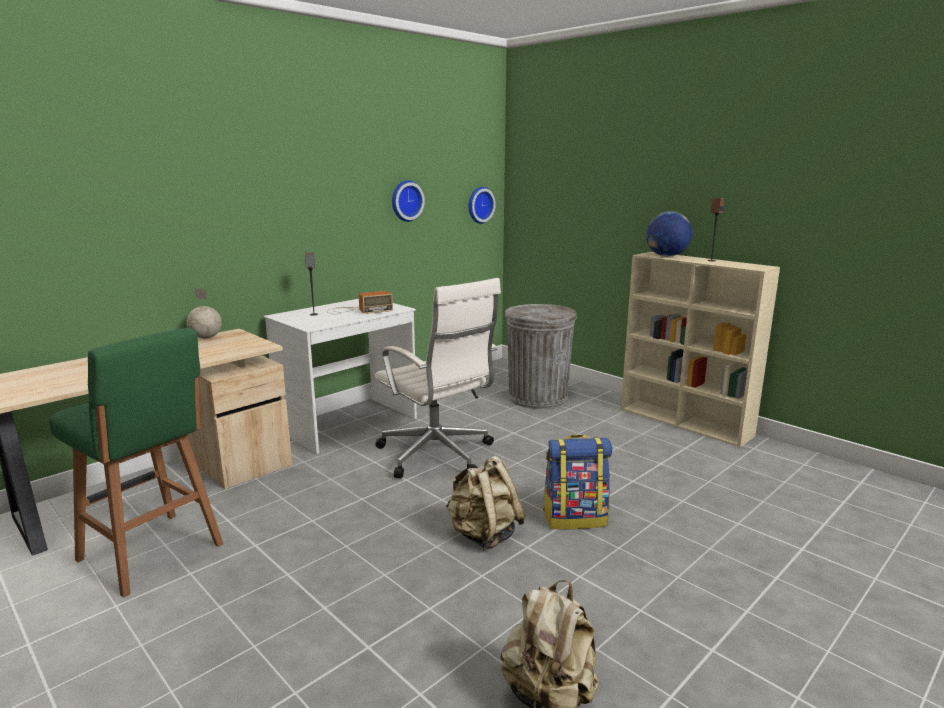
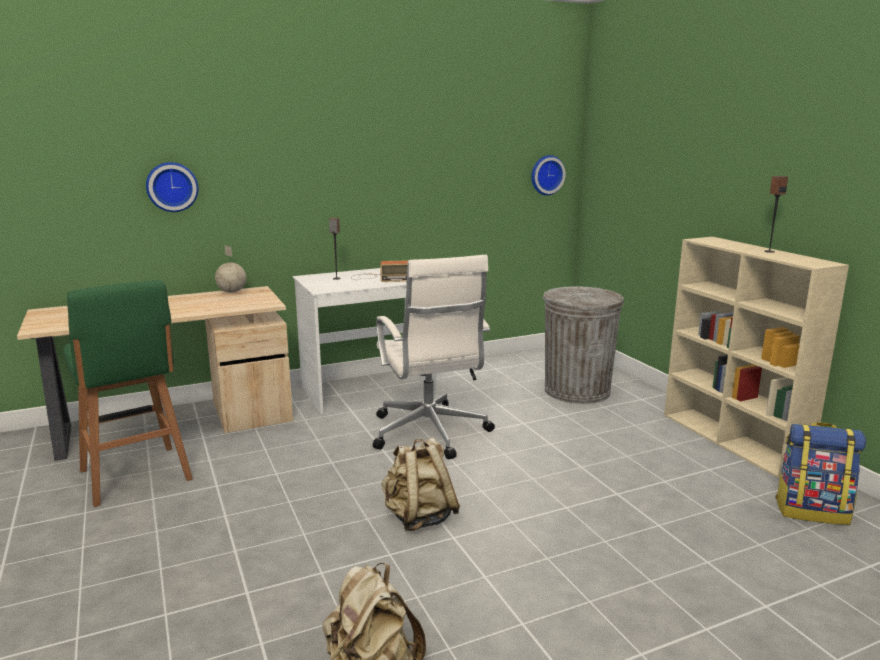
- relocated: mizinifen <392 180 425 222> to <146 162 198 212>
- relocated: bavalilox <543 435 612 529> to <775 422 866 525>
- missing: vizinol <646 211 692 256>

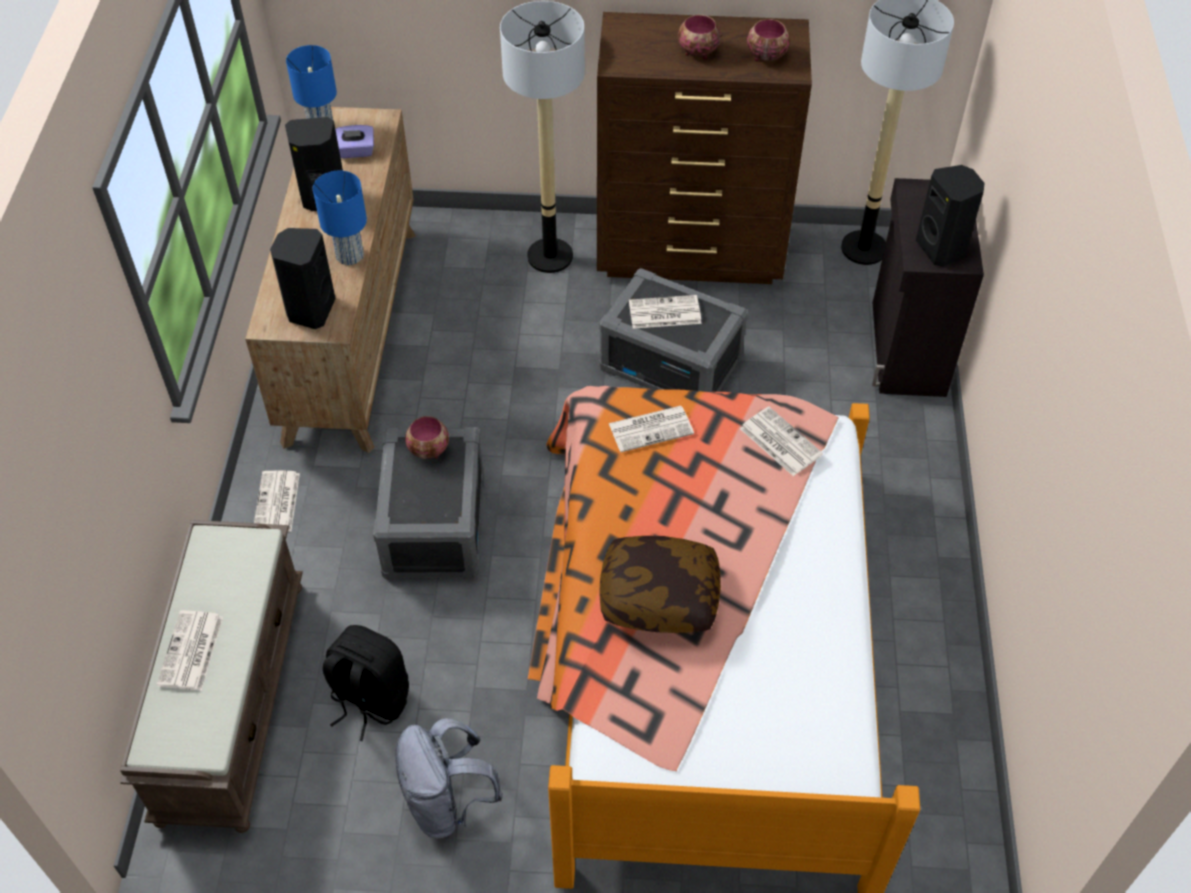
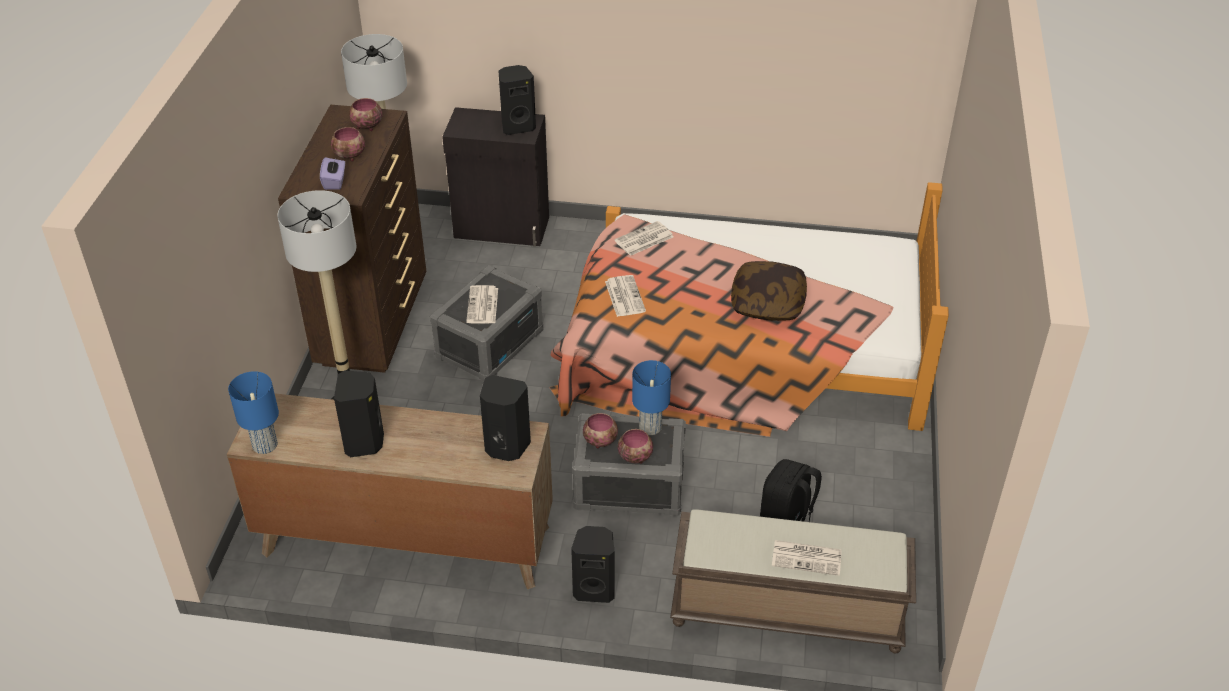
- exchanged: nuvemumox <254 470 300 532> to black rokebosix <571 526 614 603>
- relocated: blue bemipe <313 171 367 265> to <632 360 671 435>
- relocated: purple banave <335 125 374 158> to <320 157 345 190>
- missing: grey bavalilox <395 718 503 839>
- appeared: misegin <618 429 653 464>

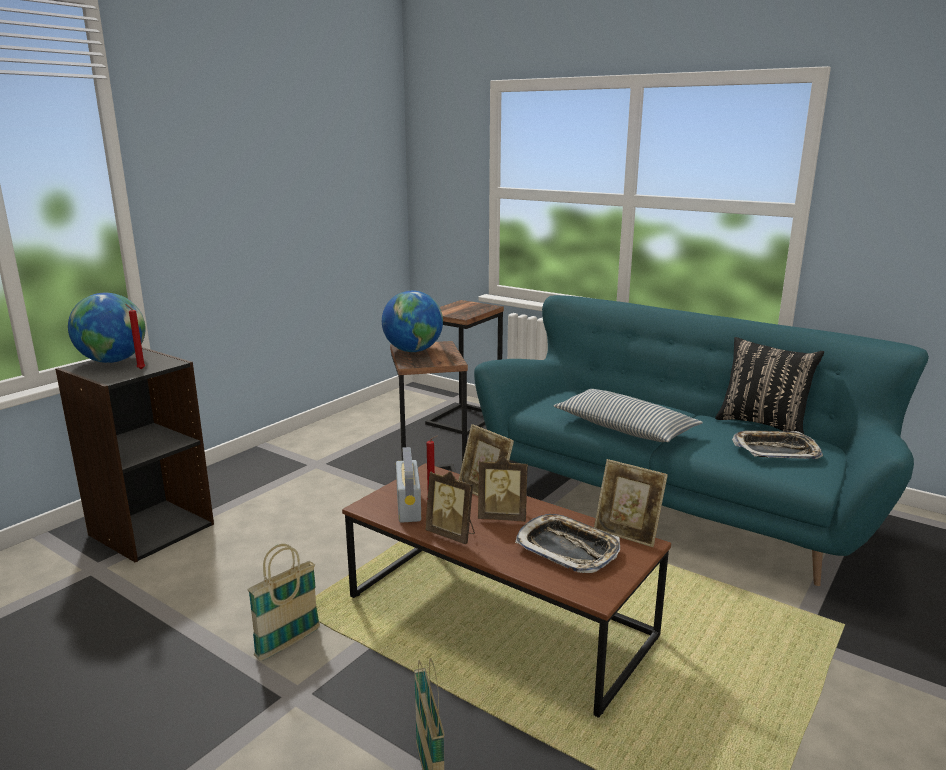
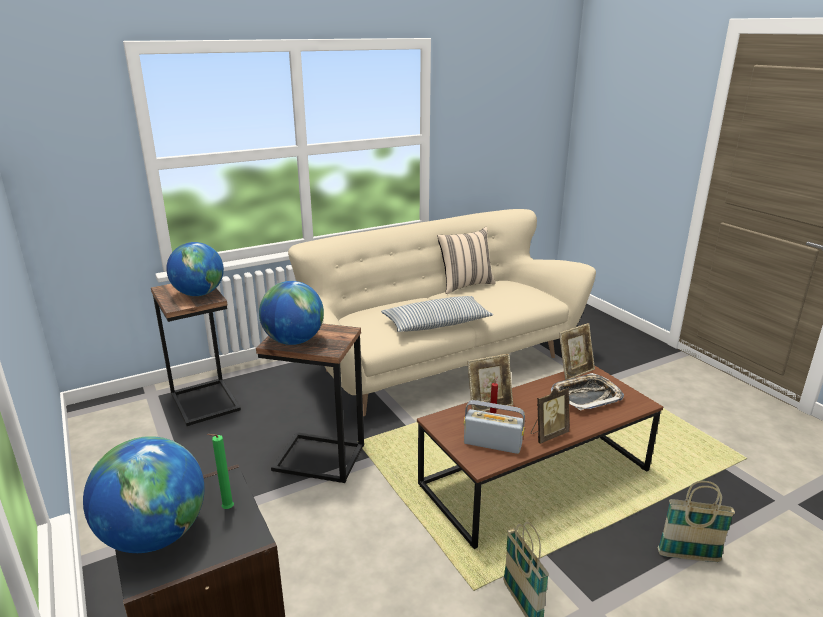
- colour: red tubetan <126 304 145 369> to green tubetan <207 434 234 509>
- colour: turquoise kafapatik <474 295 929 586> to beige kafapatik <288 209 596 416>
- missing: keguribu <478 456 528 521>
- colour: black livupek <715 337 824 434> to beige livupek <437 227 496 294>
- missing: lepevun <732 430 823 459>
- appeared: vizinol <166 242 224 296>

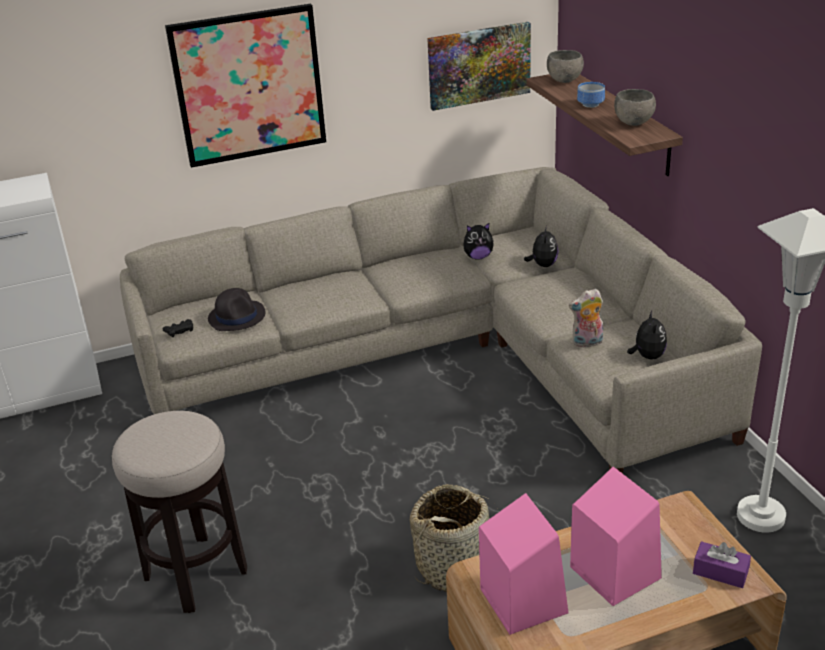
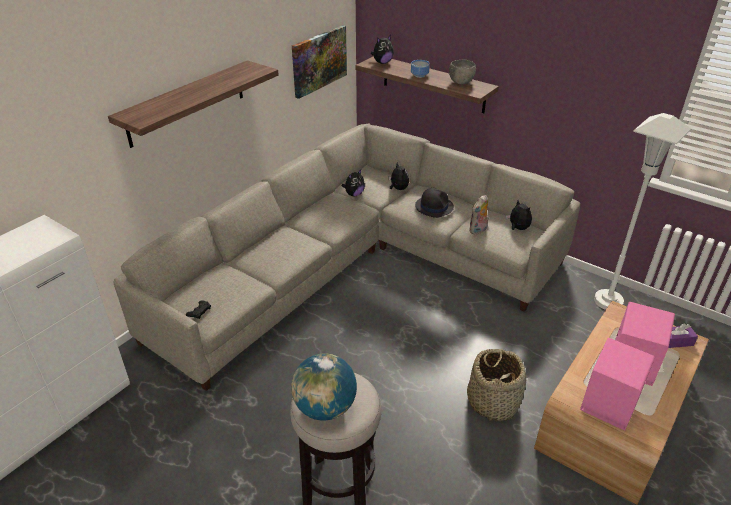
- exchanged: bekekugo <165 4 326 168> to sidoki <108 60 279 148>
- relocated: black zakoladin <208 288 266 331> to <415 188 454 218>
- exchanged: grey misegin <547 50 584 83> to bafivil <371 35 394 64>
- appeared: vizinol <291 353 357 420>

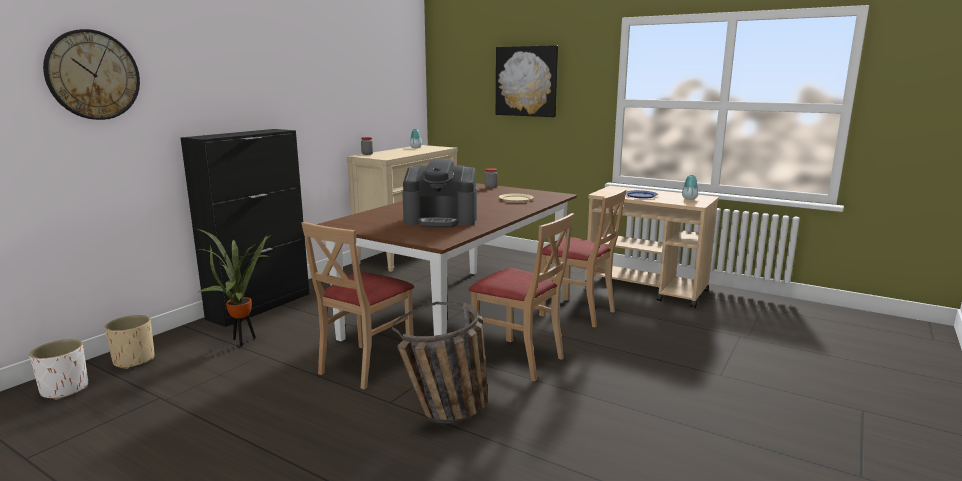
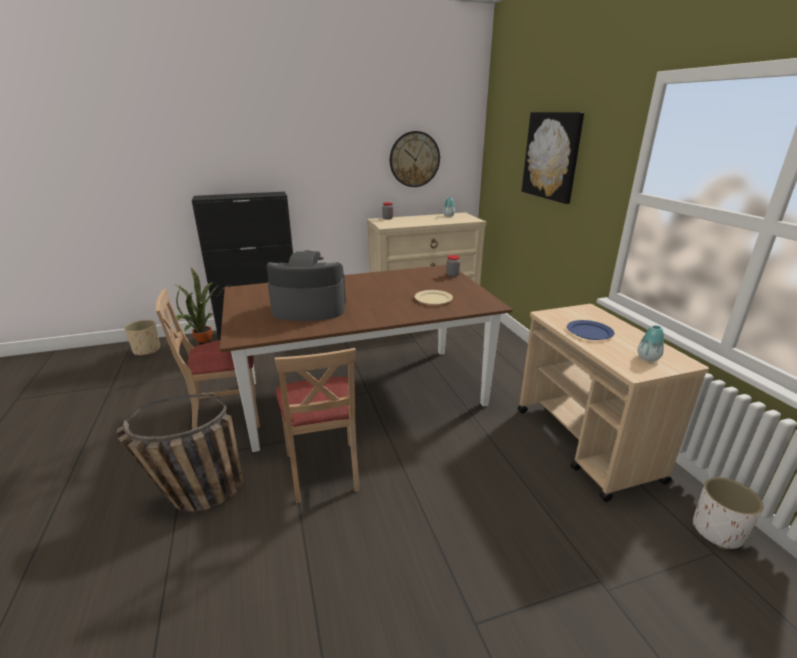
- relocated: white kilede <29 339 88 400> to <693 477 763 549>
- relocated: mizinifen <43 29 140 120> to <390 131 440 187>
- spun: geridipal <402 160 477 227> = <267 250 346 321> 135 degrees clockwise
- missing: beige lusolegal <539 189 627 328>

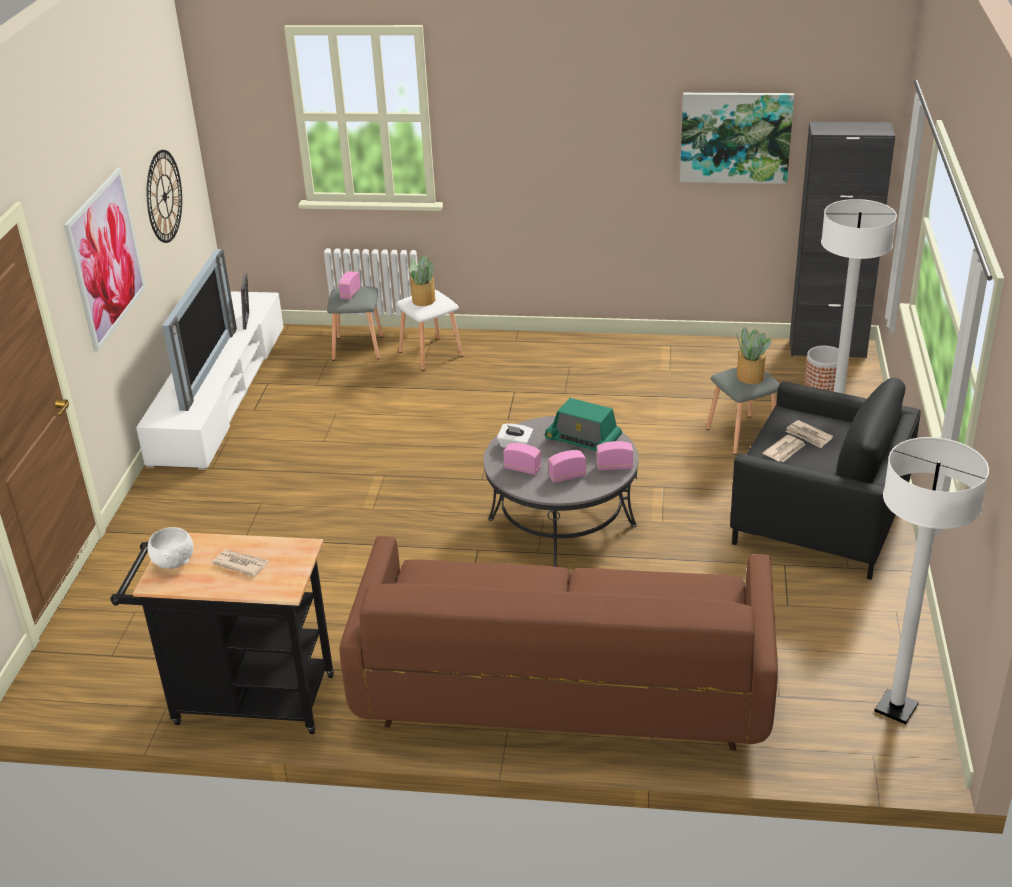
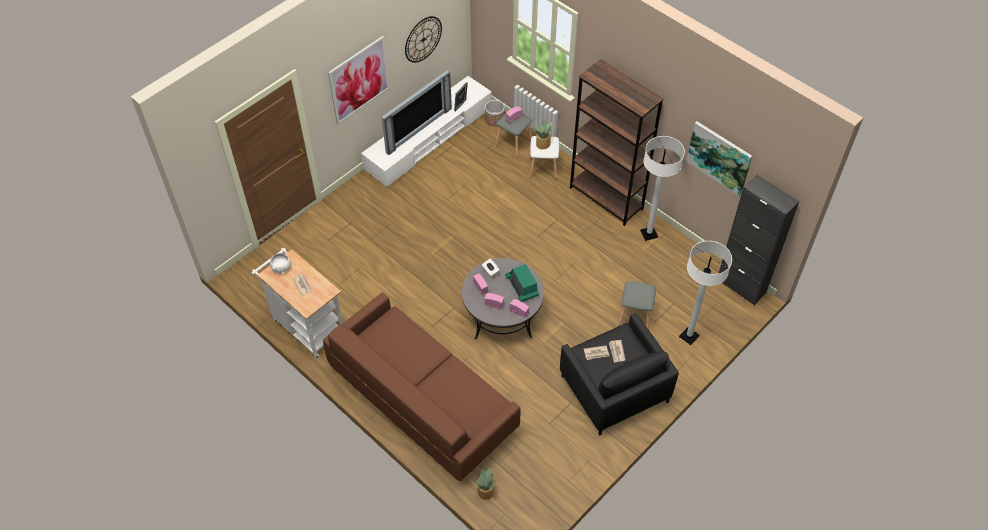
- colour: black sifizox <110 533 334 734> to white sifizox <252 248 343 359>
- relocated: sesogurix <736 327 772 384> to <476 468 494 500>
- relocated: kilede <805 346 839 392> to <485 100 505 126>
- relocated: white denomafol <874 437 989 724> to <640 136 685 241>
- appeared: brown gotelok <570 59 664 226>

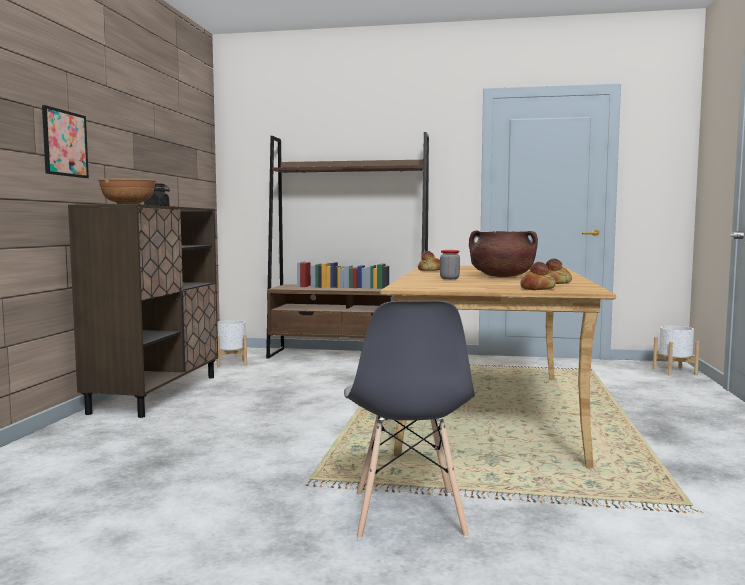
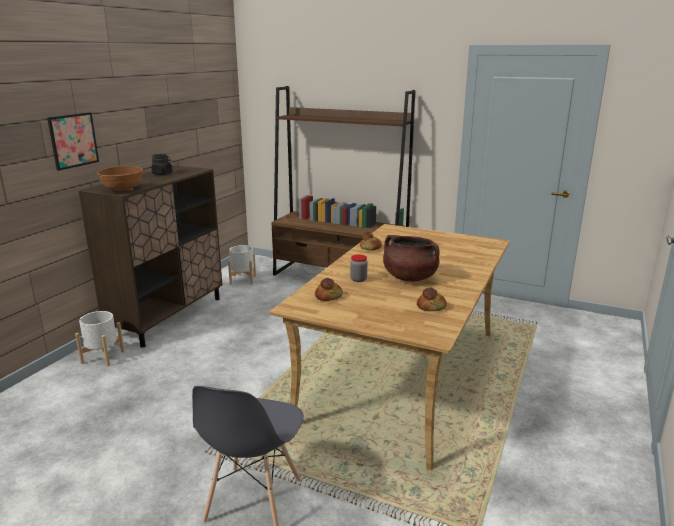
- relocated: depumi <520 262 556 290> to <315 278 343 301>
- relocated: white kilede <653 326 700 375> to <75 311 124 366>

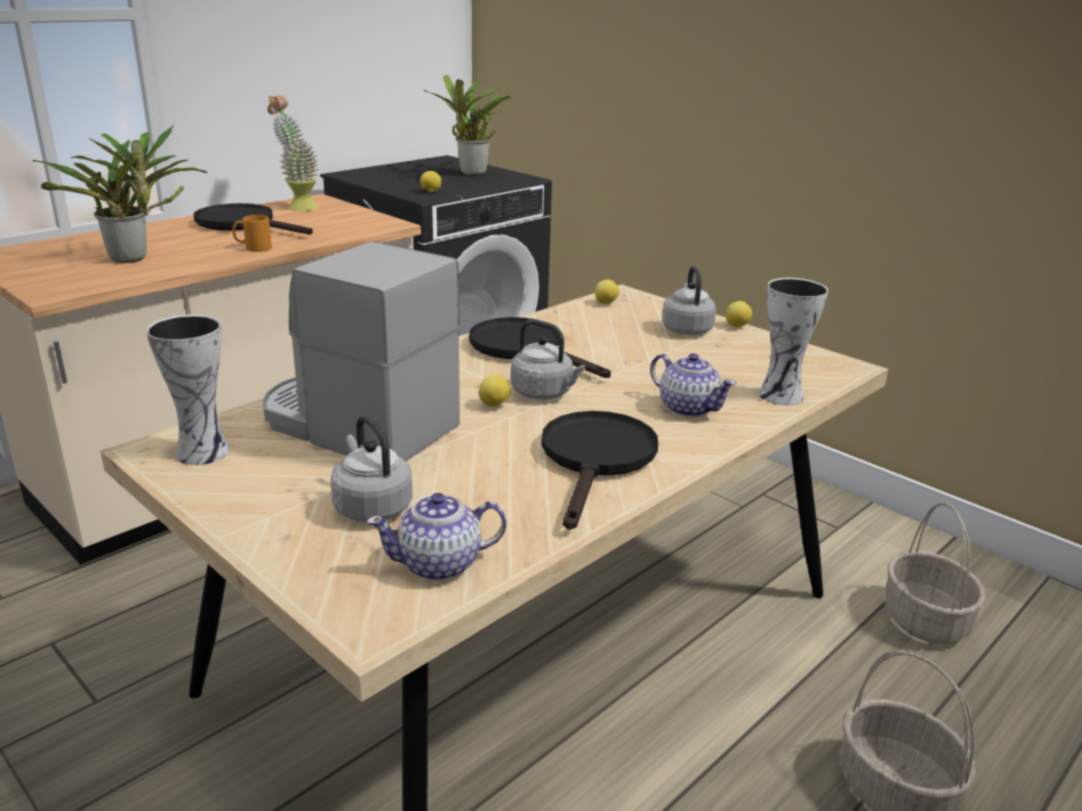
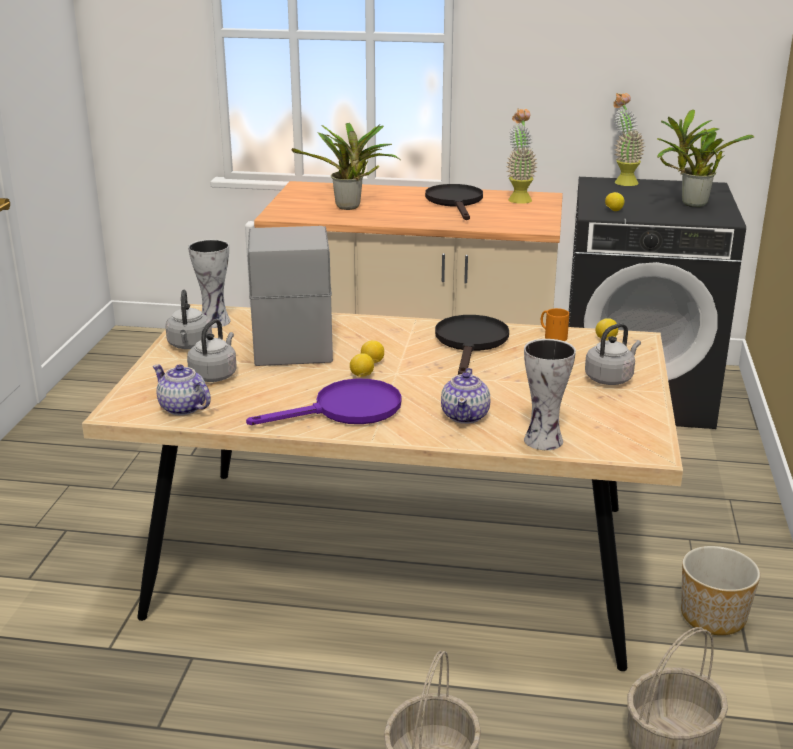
- relocated: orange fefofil <232 215 272 252> to <541 308 569 341>
- relocated: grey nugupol <511 320 586 400> to <165 290 212 349>
- colour: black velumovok <541 411 658 530> to purple velumovok <246 379 401 425>
- relocated: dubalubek <726 301 752 327> to <350 353 374 377>
- appeared: sesogurix <613 93 646 186>
- appeared: kilede <681 546 760 635>

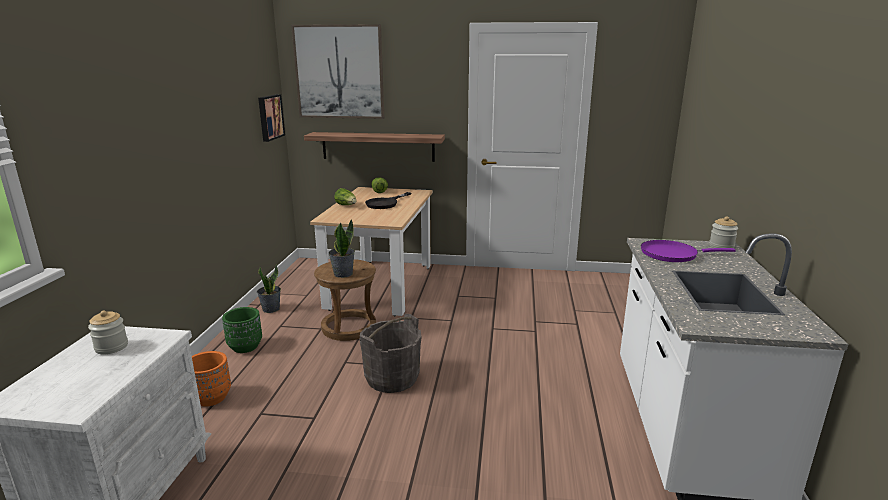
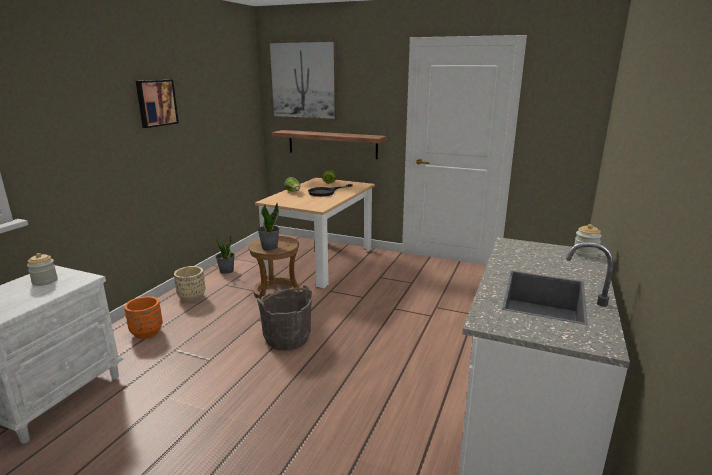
- colour: green kilede <222 307 262 353> to beige kilede <174 266 205 302>
- relocated: bekekugo <258 94 285 142> to <136 80 179 128>
- missing: purple velumovok <641 240 736 262>

